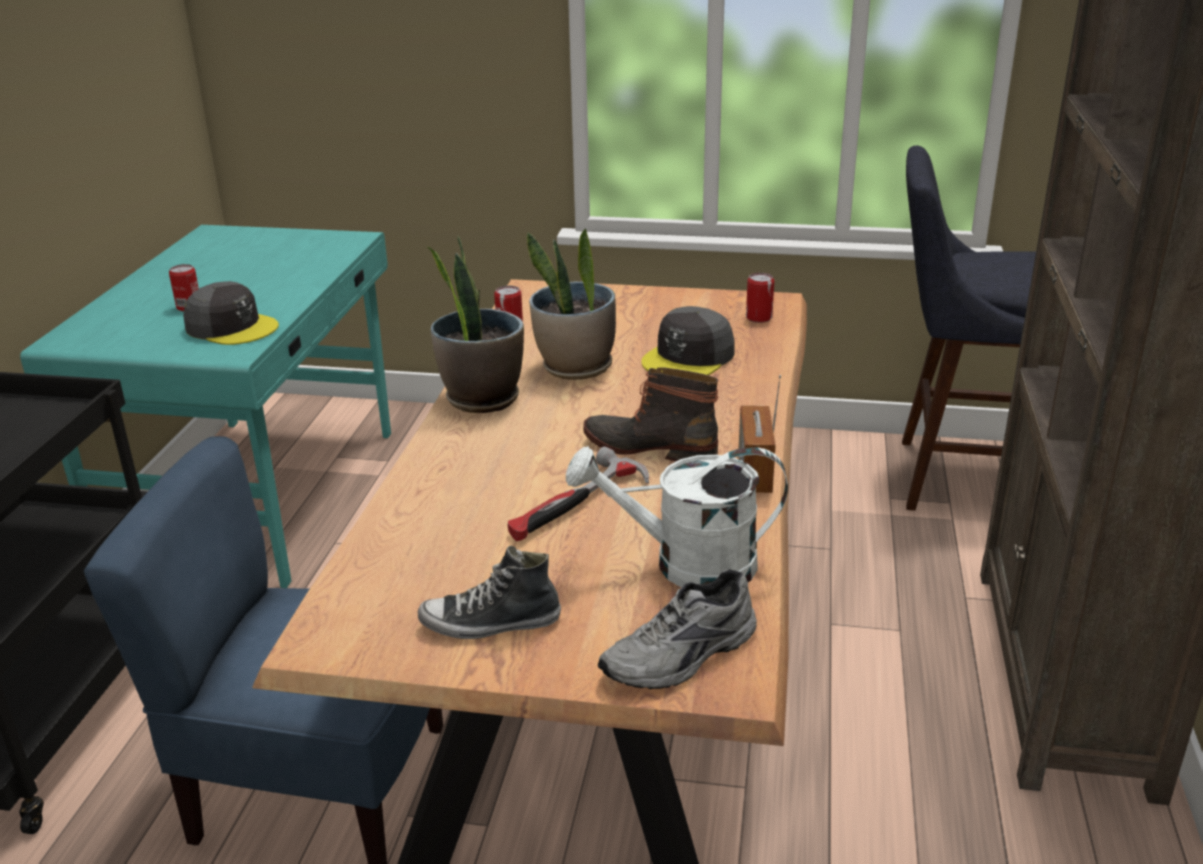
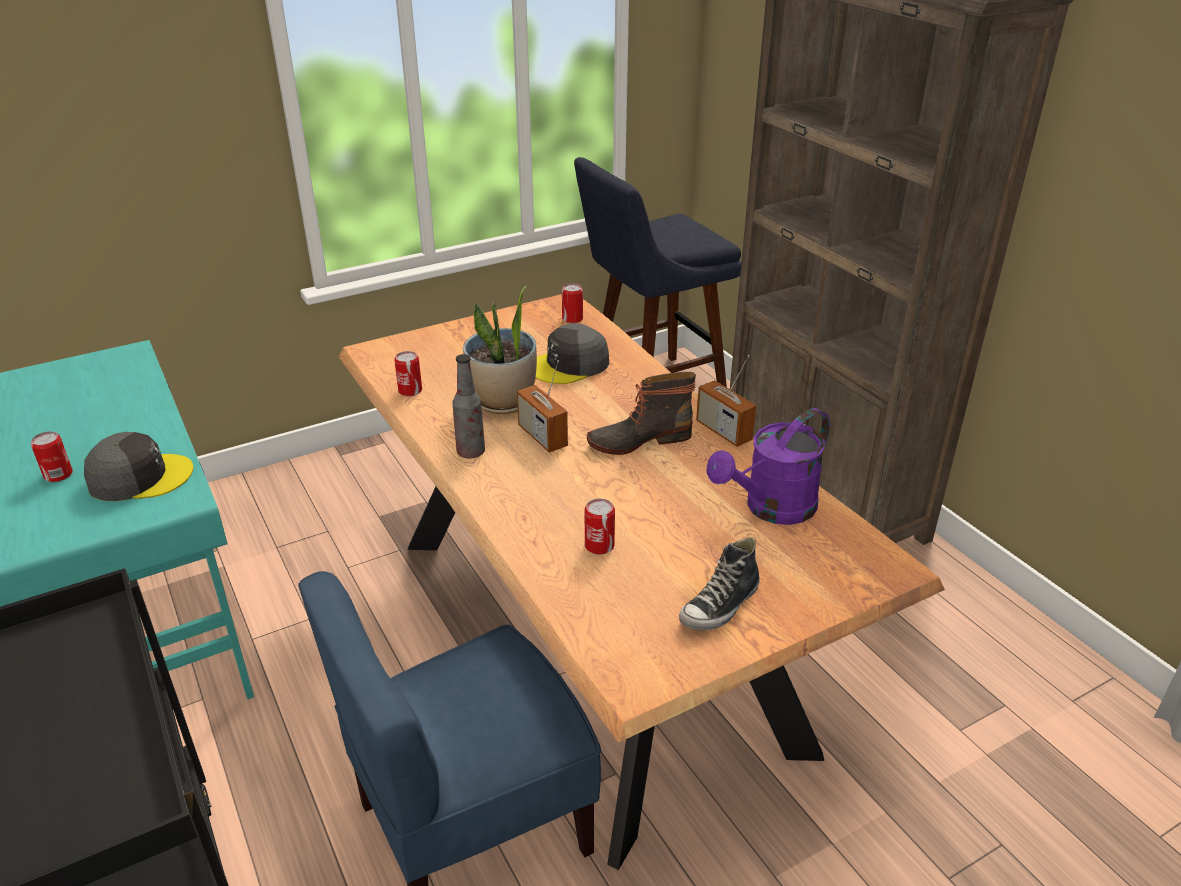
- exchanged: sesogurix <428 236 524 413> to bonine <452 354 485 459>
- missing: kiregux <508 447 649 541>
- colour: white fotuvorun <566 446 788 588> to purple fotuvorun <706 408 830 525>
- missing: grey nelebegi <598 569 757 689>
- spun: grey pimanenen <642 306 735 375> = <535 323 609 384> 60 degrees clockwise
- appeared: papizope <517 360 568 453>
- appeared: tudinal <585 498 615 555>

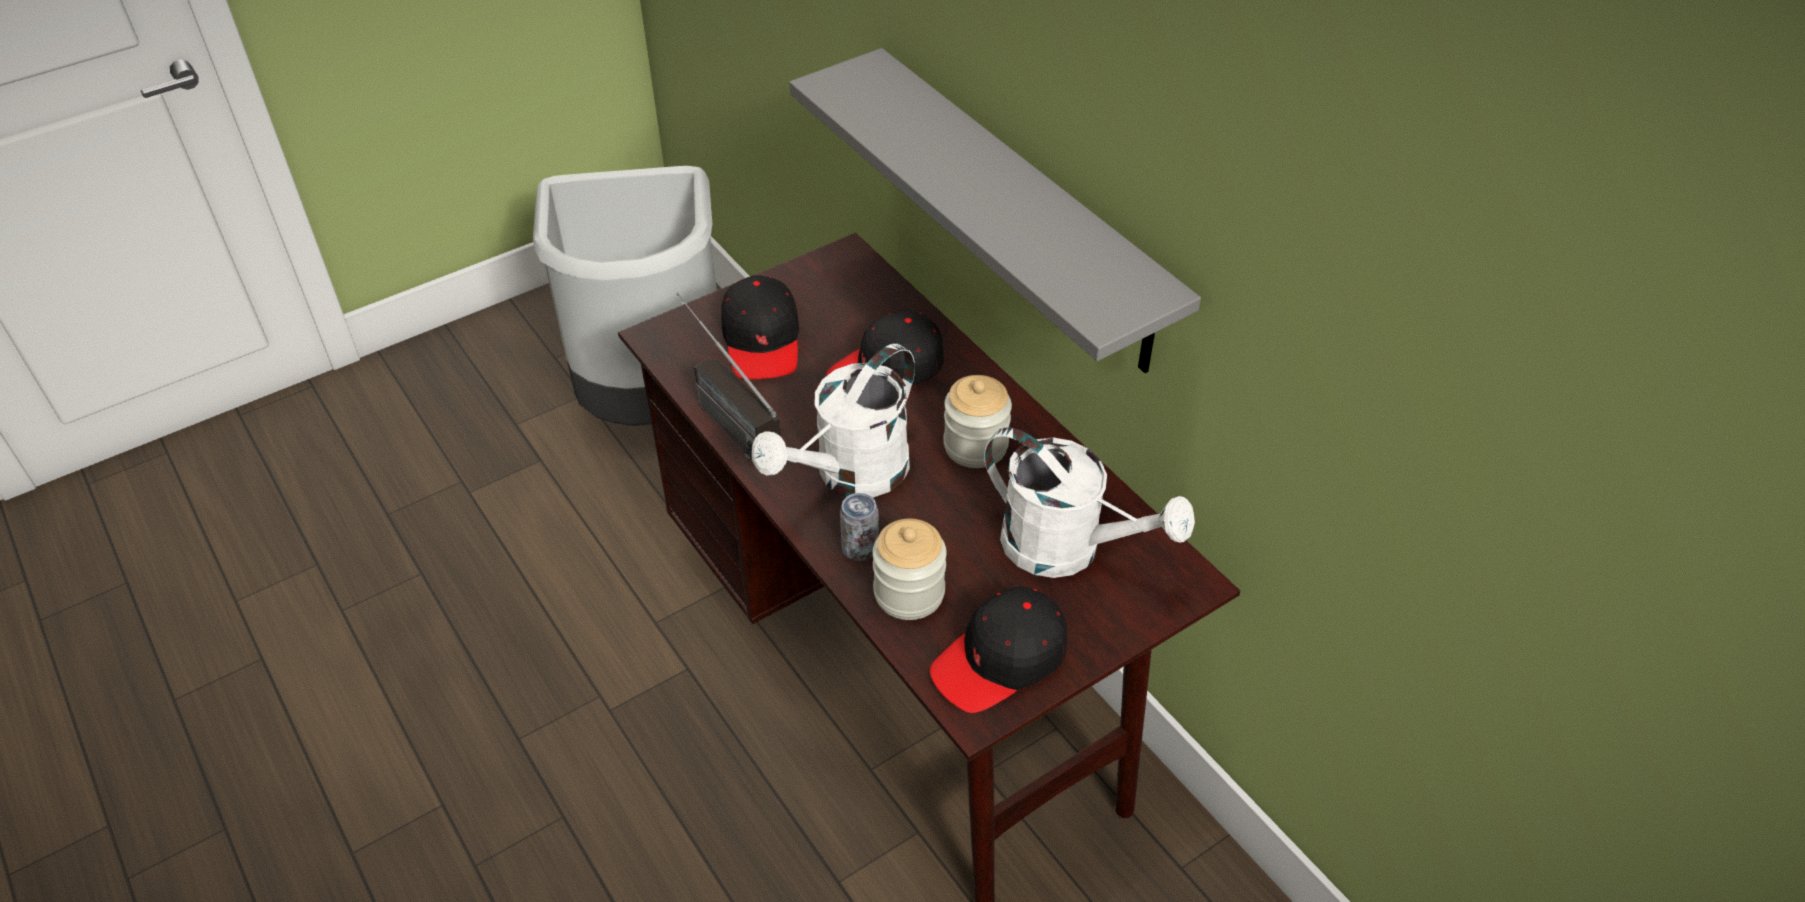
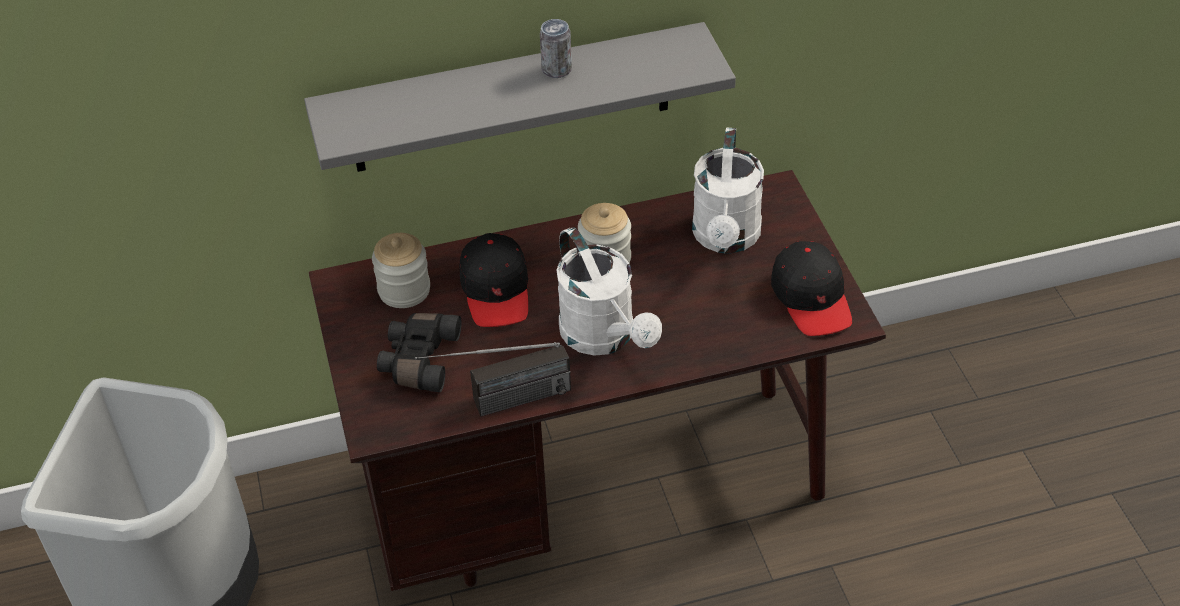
- exchanged: black pimanenen <721 275 799 379> to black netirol <377 313 461 392>
- relocated: tudinal <840 493 879 561> to <540 19 572 78>
- relocated: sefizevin <872 519 947 620> to <372 233 430 308>
- spun: white fotuvorun <984 427 1195 578> = <692 128 764 253> 135 degrees clockwise

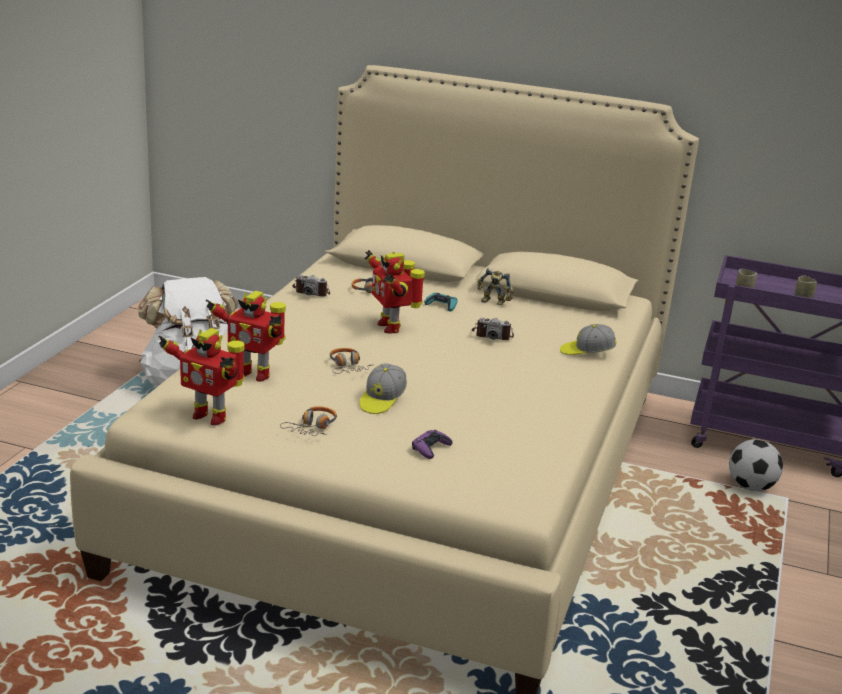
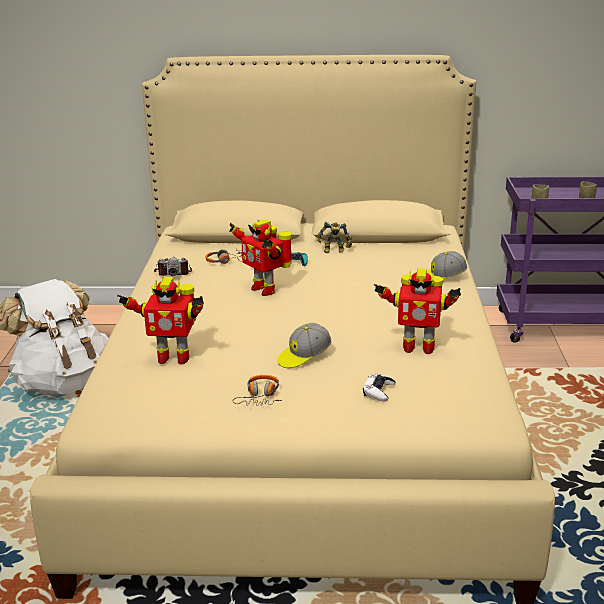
- relocated: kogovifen <158 328 245 426> to <374 268 461 354>
- missing: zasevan <330 348 374 374>
- spun: pimanenen <359 363 407 414> = <277 323 332 368> 45 degrees clockwise
- colour: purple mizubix <412 430 453 459> to white mizubix <363 373 395 402>
- missing: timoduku <472 318 514 340>
- missing: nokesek <729 439 783 491>

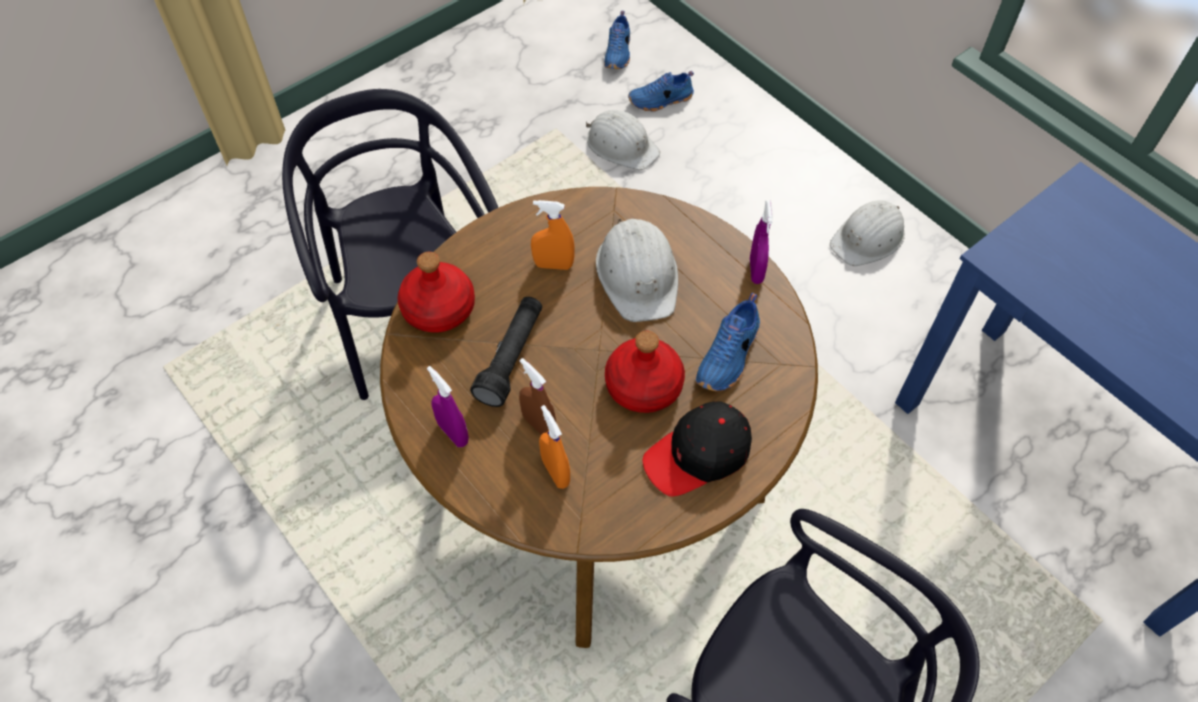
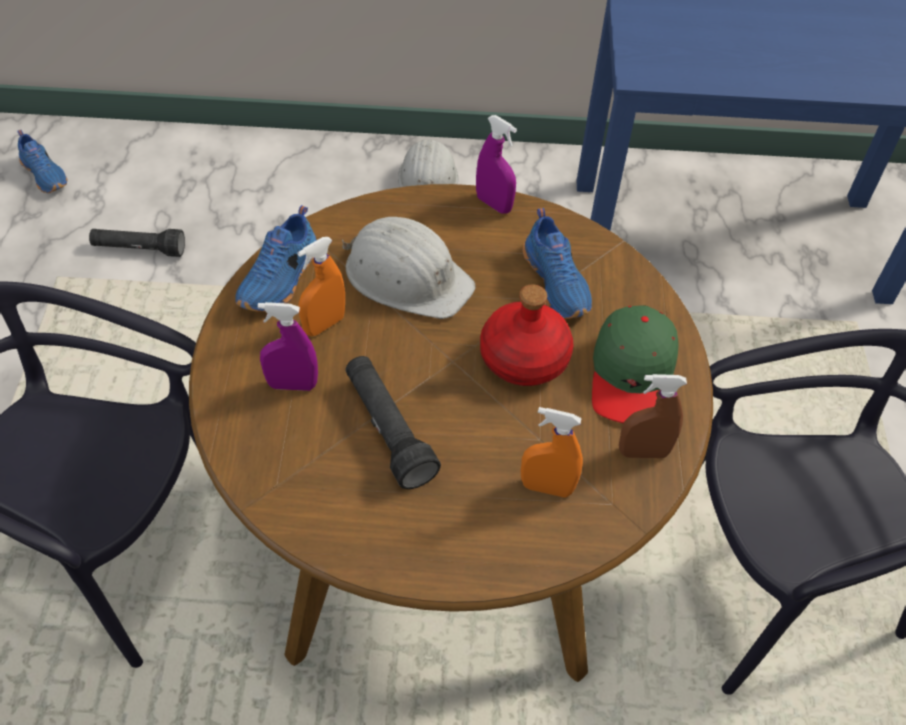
- missing: red bonine <397 252 475 333>
- relocated: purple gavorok <427 366 469 447> to <258 302 318 391>
- relocated: brown gavorok <519 358 556 435> to <619 374 687 458>
- exchanged: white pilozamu <586 110 660 170> to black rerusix <89 229 185 257>
- relocated: blue nelebegi <628 71 694 112> to <235 205 316 312>
- colour: black pimanenen <643 402 752 497> to green pimanenen <592 305 679 423>

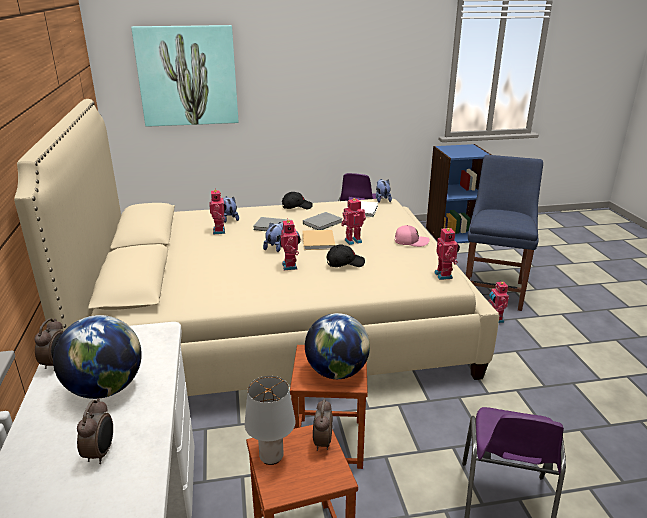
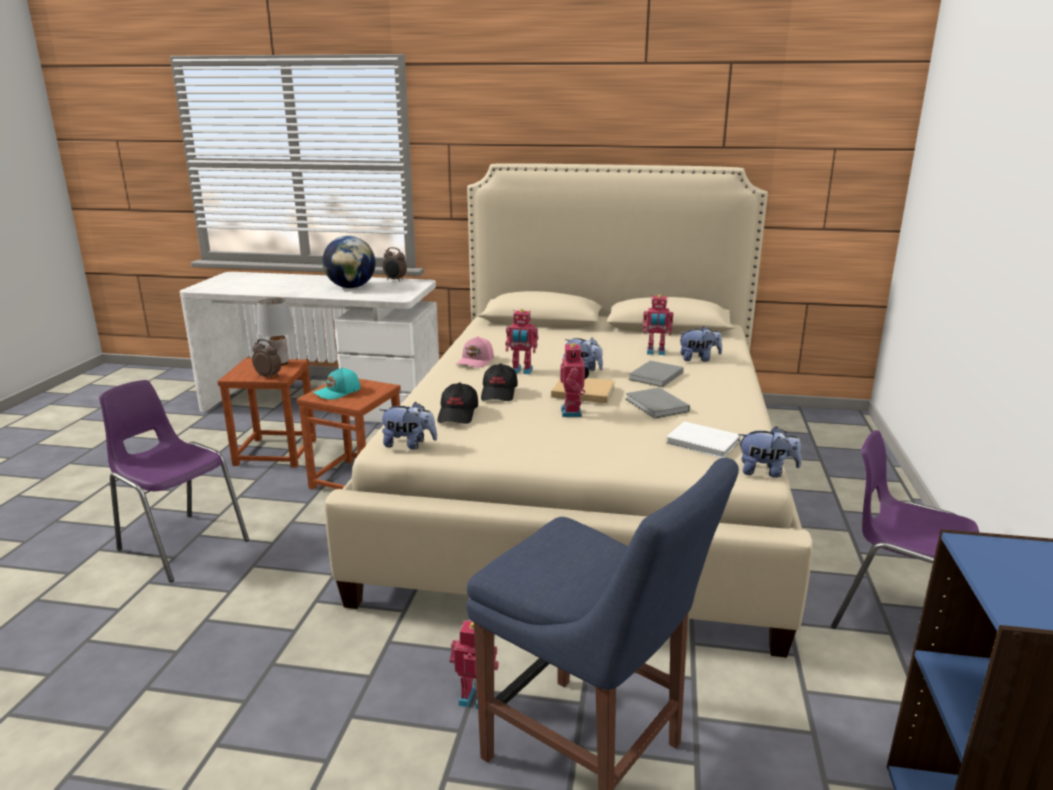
- missing: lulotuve <77 398 113 464>
- missing: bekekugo <131 25 239 127>
- relocated: black pimanenen <282 192 313 209> to <437 383 478 424>
- exchanged: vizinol <305 313 370 379> to turquoise pimanenen <313 367 361 400>
- relocated: pink pimanenen <395 225 430 247> to <456 336 494 368>
- exchanged: kogovifen <434 226 460 280> to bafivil <379 402 437 450>

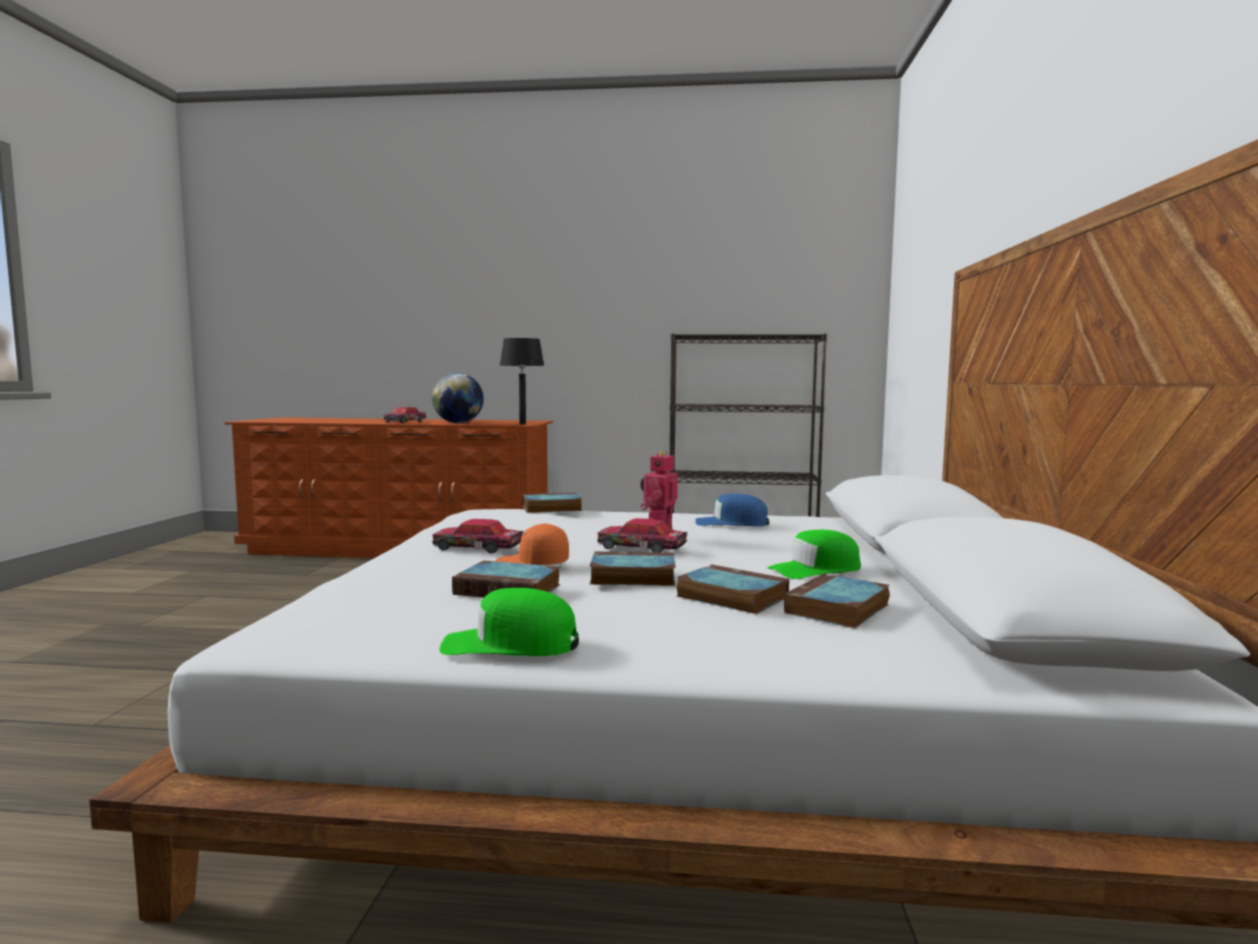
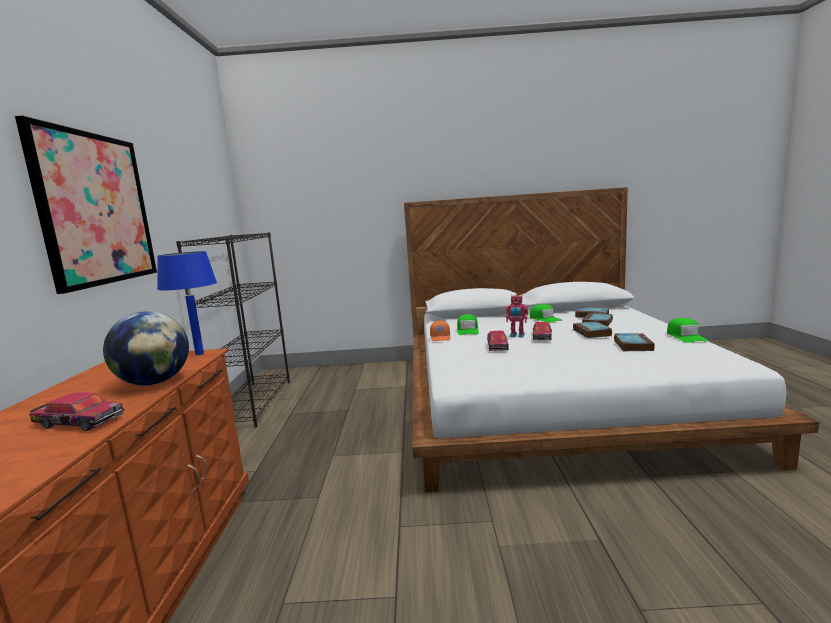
- relocated: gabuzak <432 519 523 553> to <487 331 509 351>
- relocated: orange pimanenen <496 523 569 565> to <430 320 450 341>
- colour: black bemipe <500 338 544 424> to blue bemipe <157 251 217 355>
- missing: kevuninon <523 493 583 513>
- colour: blue pimanenen <695 494 769 526> to green pimanenen <457 314 479 335>
- appeared: bekekugo <15 116 157 294>

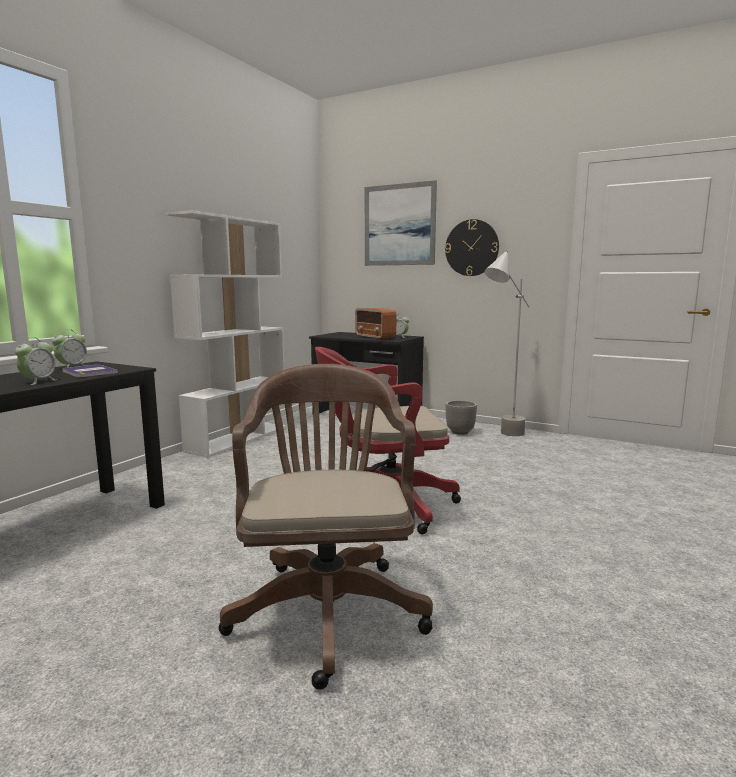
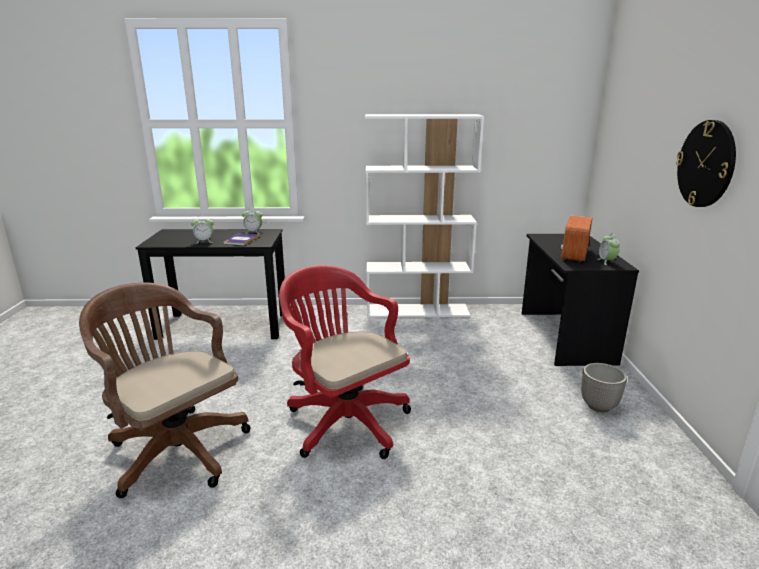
- spun: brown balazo <219 364 433 690> = <79 282 251 498> 105 degrees counterclockwise
- missing: bekekugo <365 180 437 266>
- missing: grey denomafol <485 250 529 436>

